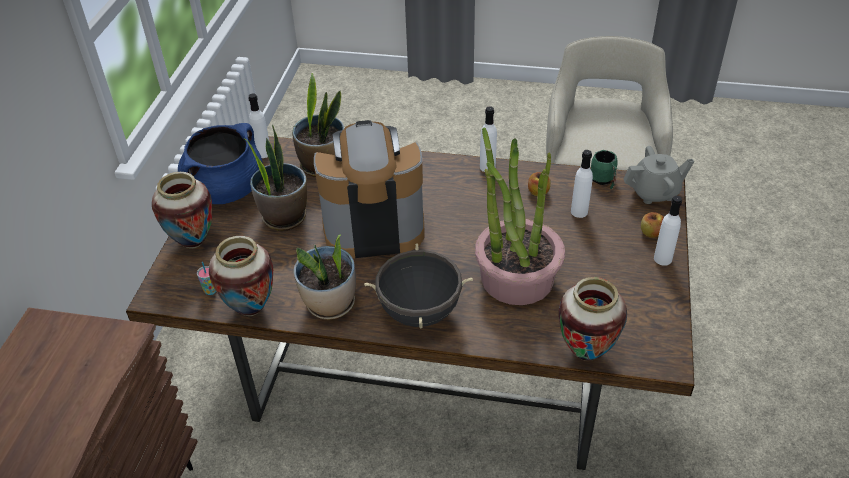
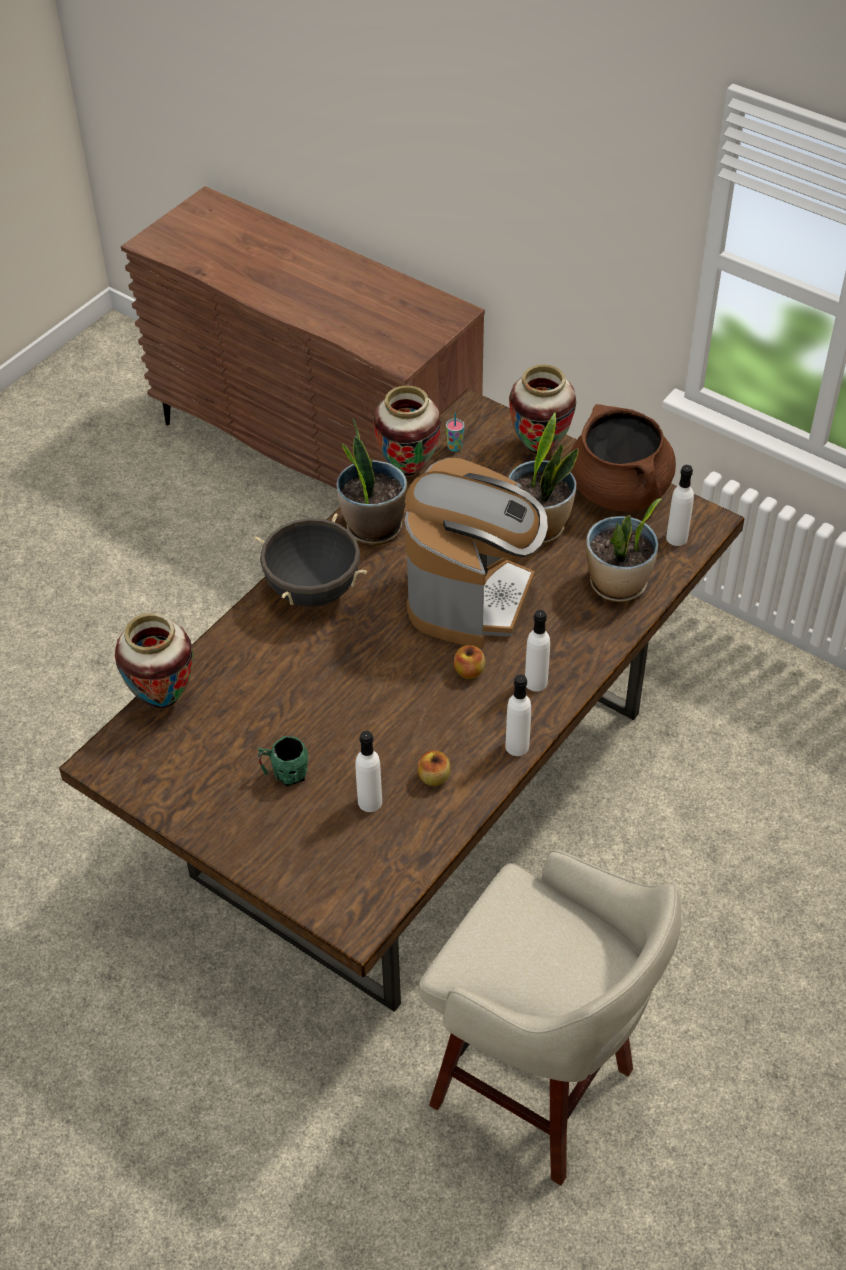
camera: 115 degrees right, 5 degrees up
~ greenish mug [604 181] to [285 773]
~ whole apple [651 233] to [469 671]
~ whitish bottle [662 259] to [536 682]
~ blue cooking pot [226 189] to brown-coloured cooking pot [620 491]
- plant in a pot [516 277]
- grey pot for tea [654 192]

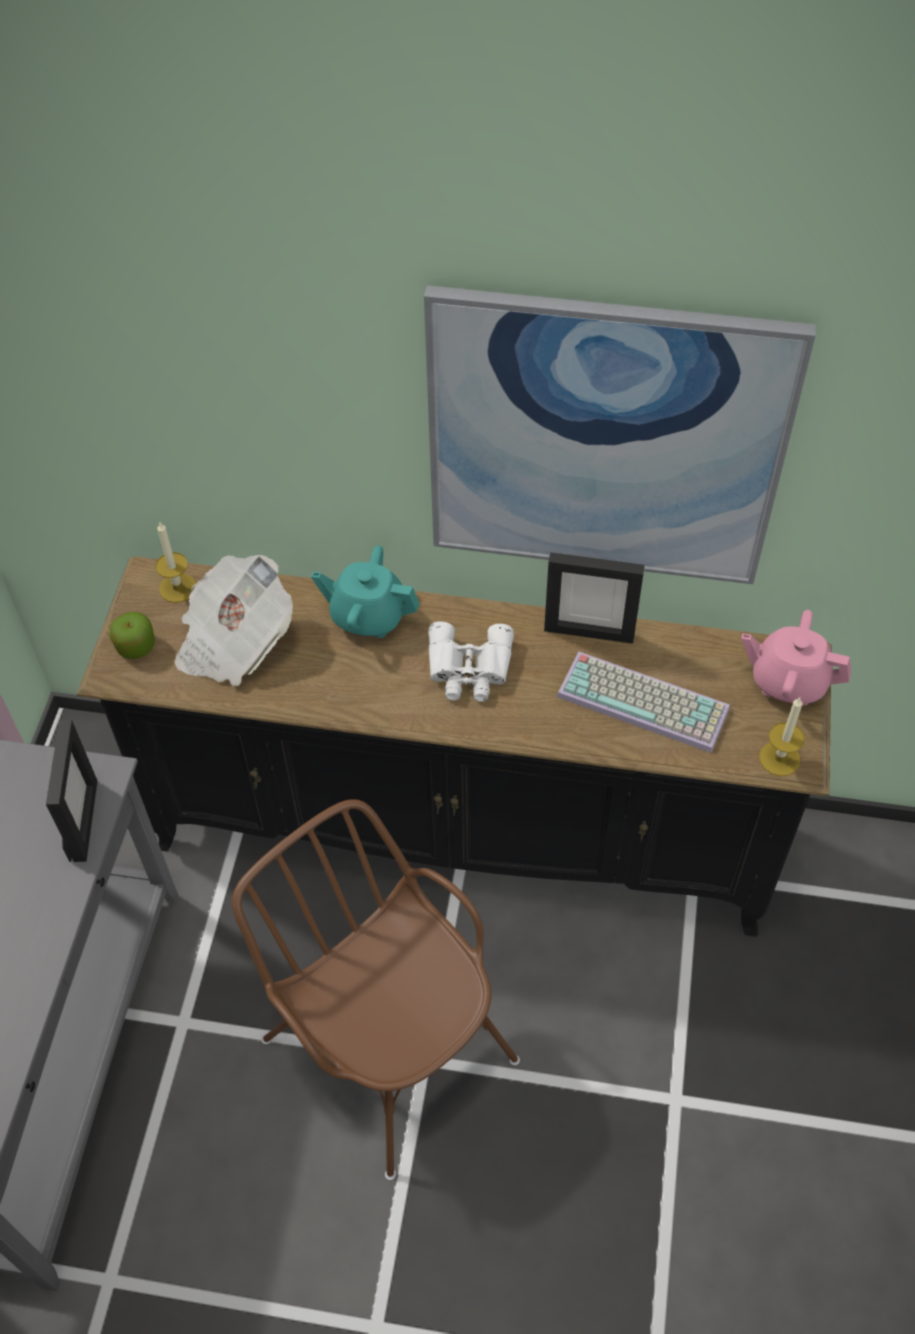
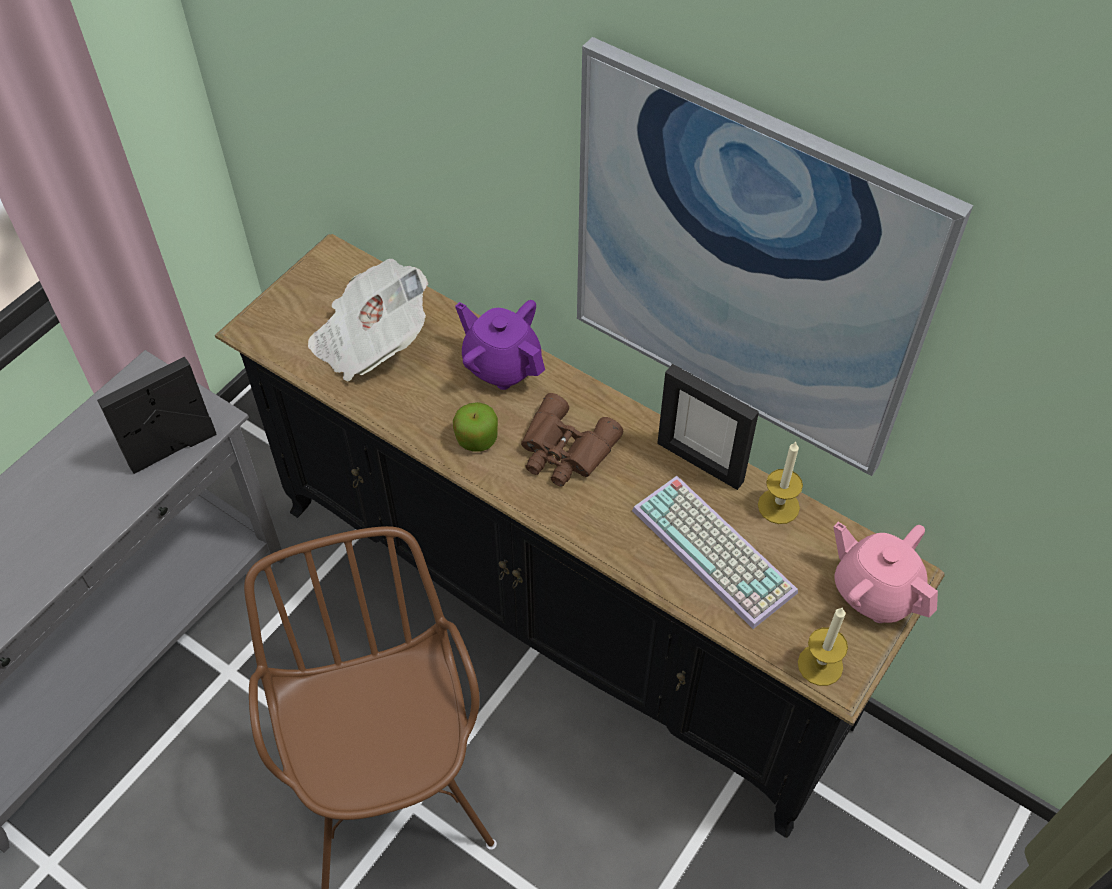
camera: 25 degrees right, 0 degrees up
~ photo frame [83 820] = [173 450] 150 degrees counterclockwise
~ whole apple [136 646] to [476 438]
~ blue-green pot for tea [368 616] to purple-coloured pot for tea [501 365]
~ whitish binoculars [469 669] to brown-coloured binoculars [565 451]
~ wax candle [177 588] to [778 506]

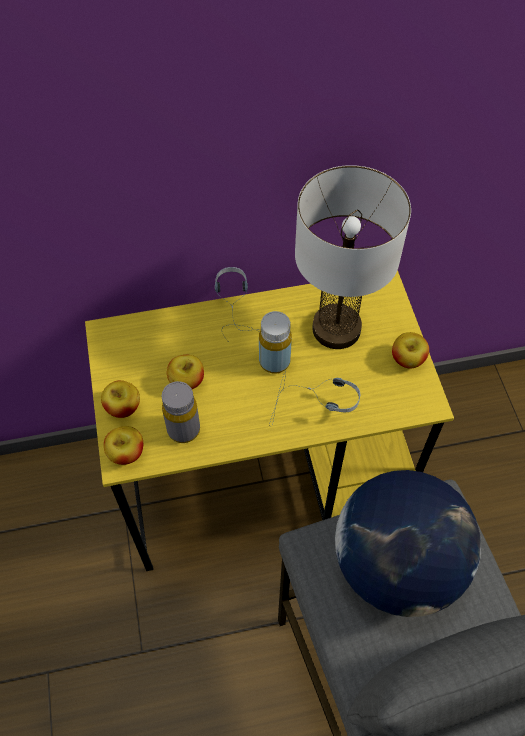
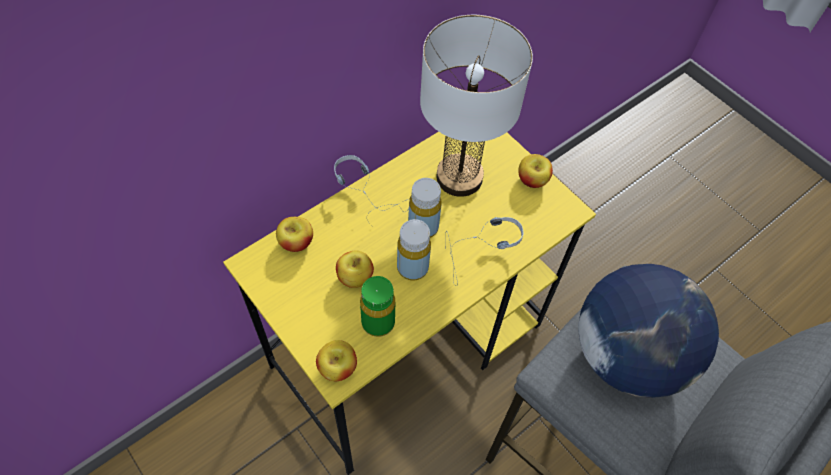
camera: 30 degrees left, 0 degrees up
~ whole apple [123 407] to [296 242]
~ grey bottle [183 429] to greenish bottle [378 322]
+ yellow bottle [412 267]

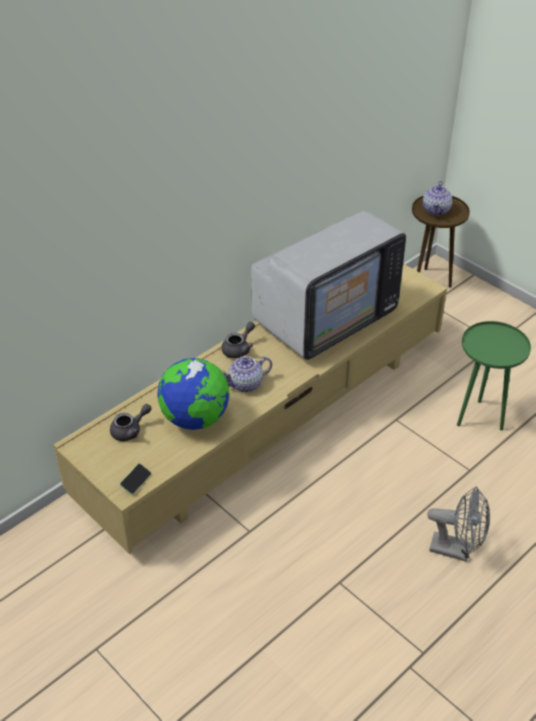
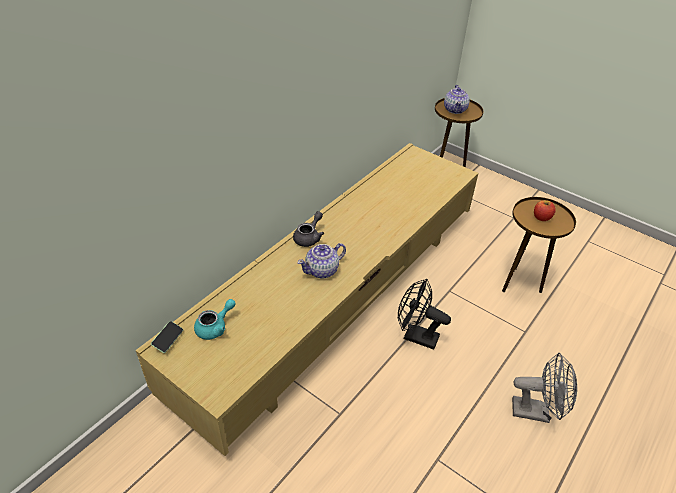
camera: 10 degrees left, 0 degrees up
~ telephone [136 482] to [168 340]
~ grey pot for tea [130 430] to blue-green pot for tea [215 327]
+ black fan [415 336]
~ greenish side table [479 418] to brown-coloured side table [519 283]
+ whole apple [541 217]
- globe [195 419]
- television [325 319]

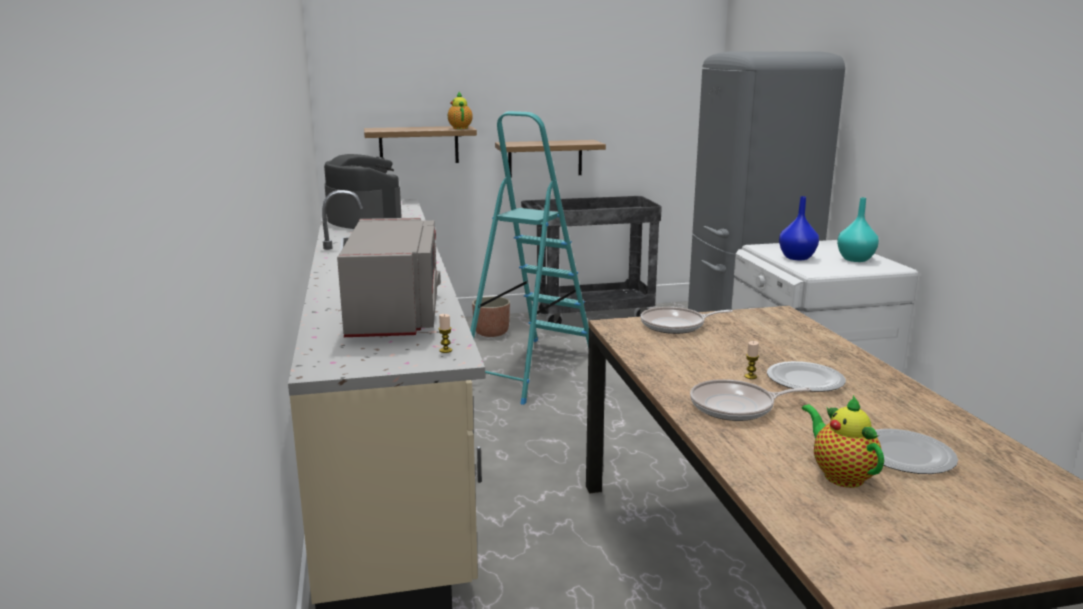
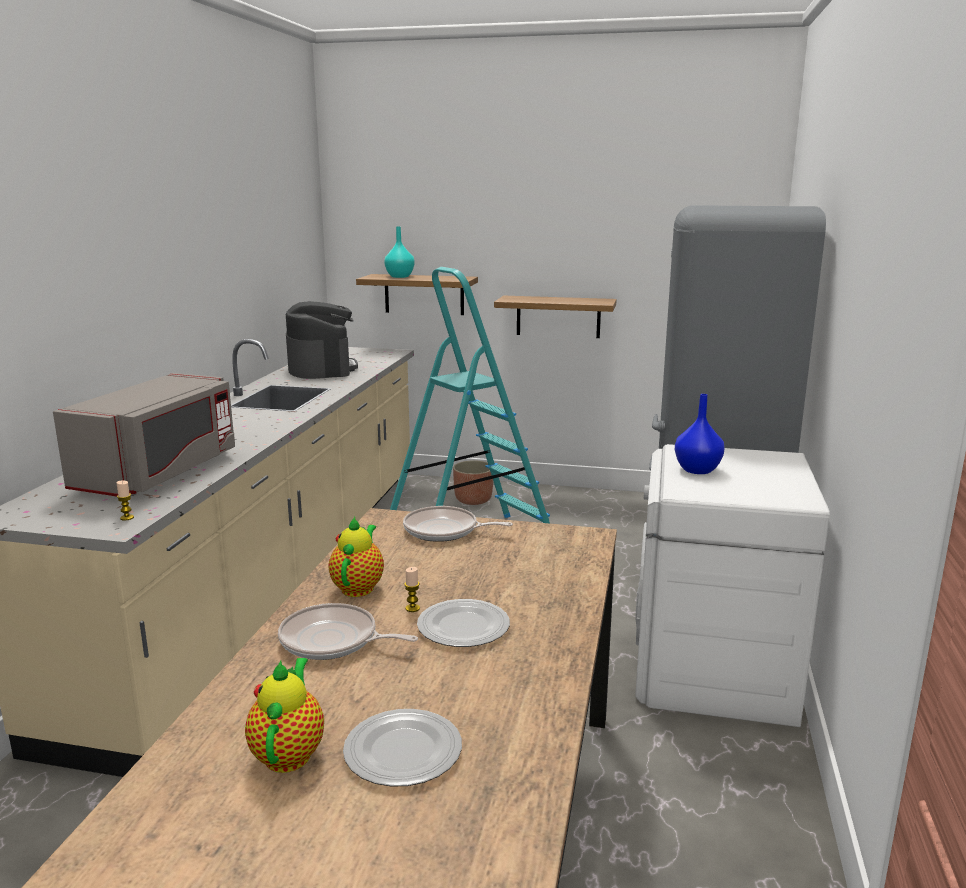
camera: 25 degrees right, 0 degrees up
~ pot for tea [460 128] to [359 587]
~ blue-green decorative vase [856 259] to [400 276]
- grey wheeled cart [588 319]

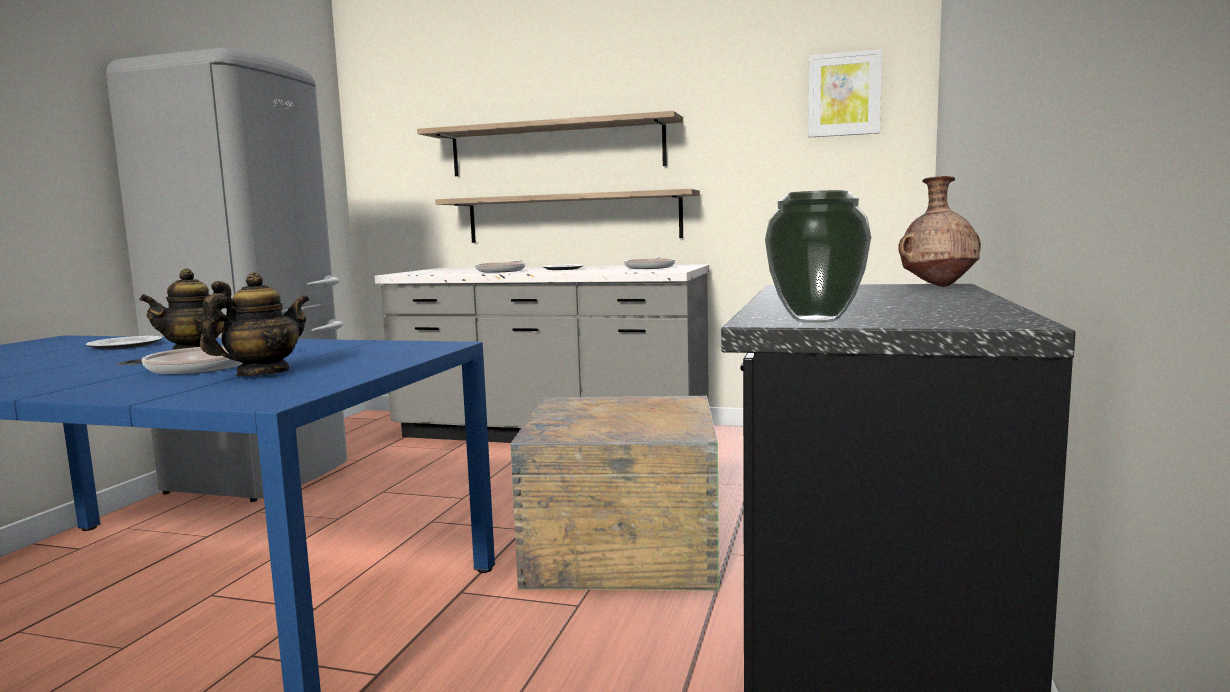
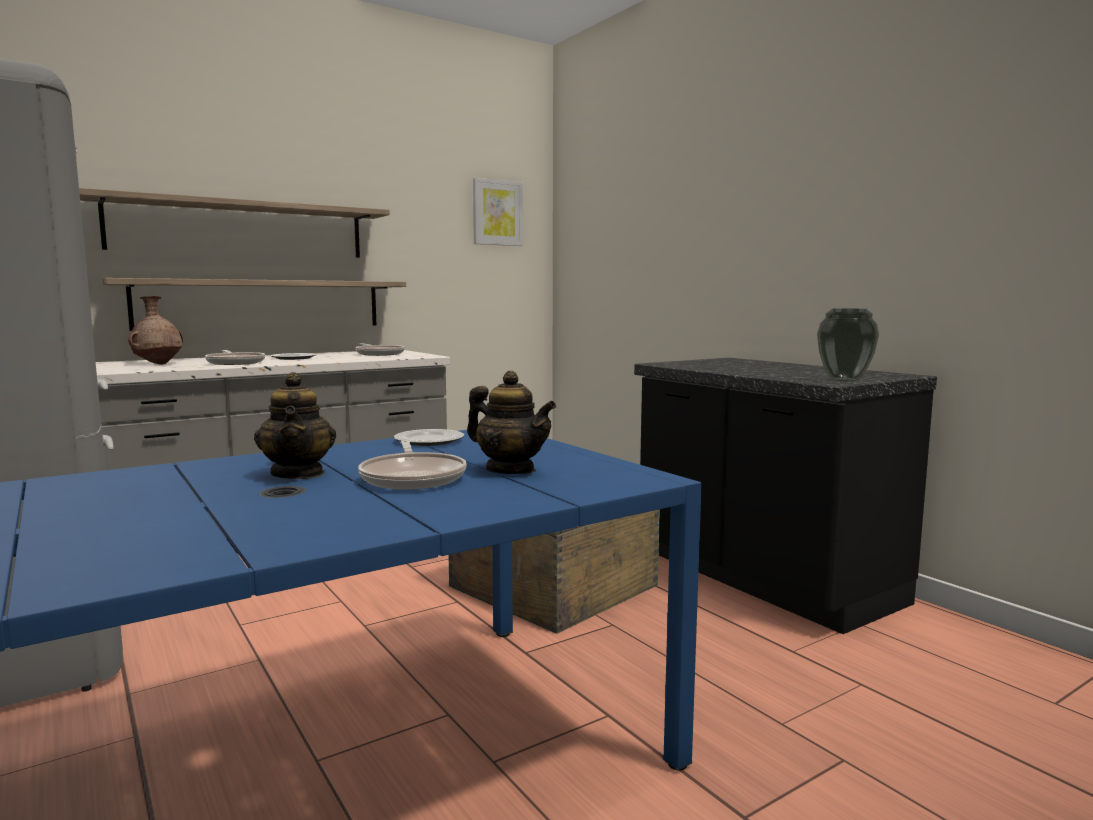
camera: 50 degrees left, 0 degrees up
~ brown-coloured decorative vase [939 286] to [158 364]
~ flat dish [124 346] to [429 441]
~ pot for tea [262 374] = [510 470] 135 degrees clockwise

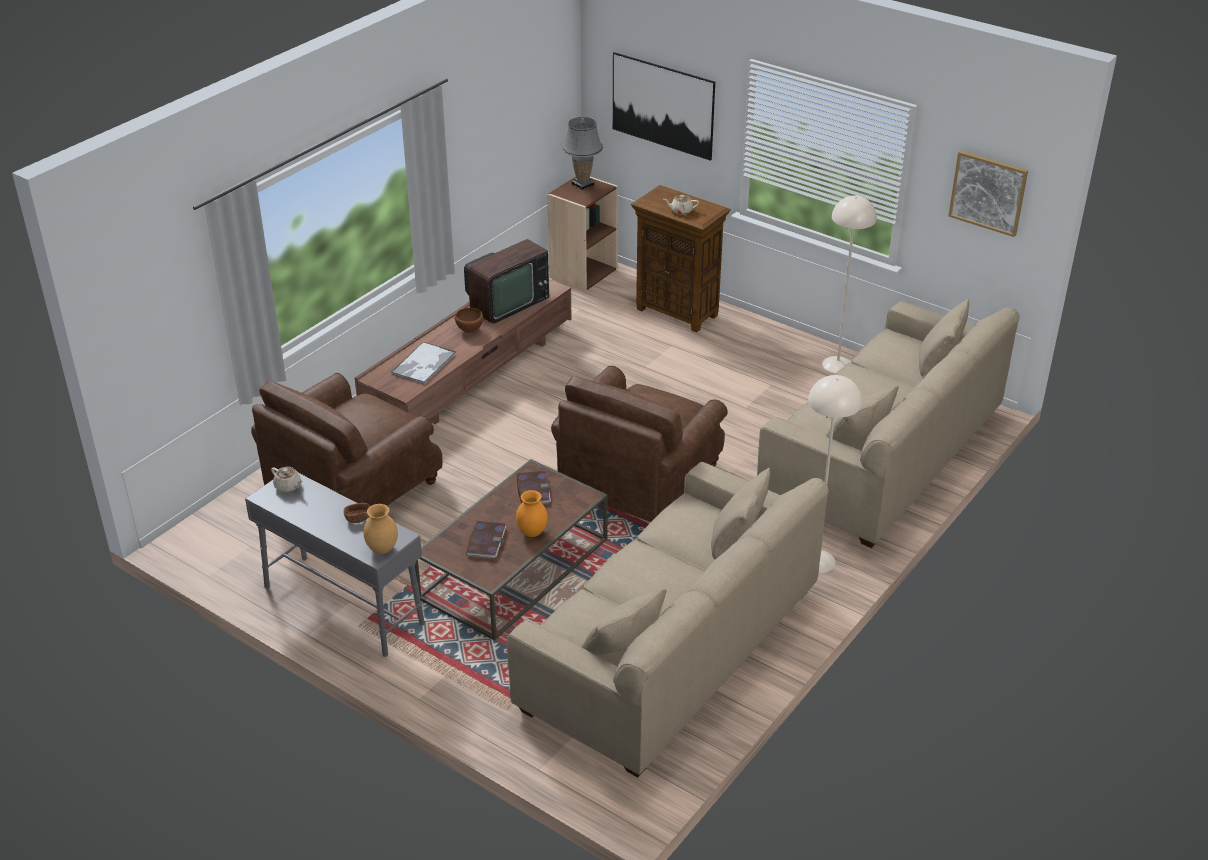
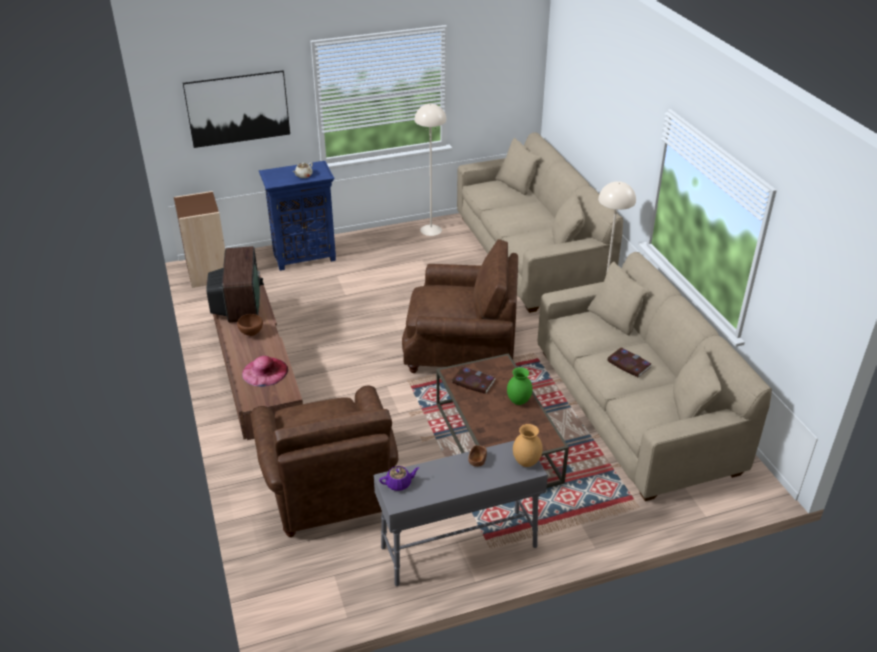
camera: 55 degrees left, 0 degrees up
~ carrying tray [423 364] to pink hat [265 371]
~ brown-coloured storage cabinet [678 312] to blue storage cabinet [305 257]
~ sand-coloured pot for tea [288 486] to purple-coloured pot for tea [399 484]
~ brown-coloured easy chair [639 480] = [460 349] 60 degrees counterclockwise
~ orange-coloured decorative vase [532 532] to greenish decorative vase [518 401]
~ bound book [486 542] to [628 364]
- grey lamp for a table [583 184]
- wall art [988 192]

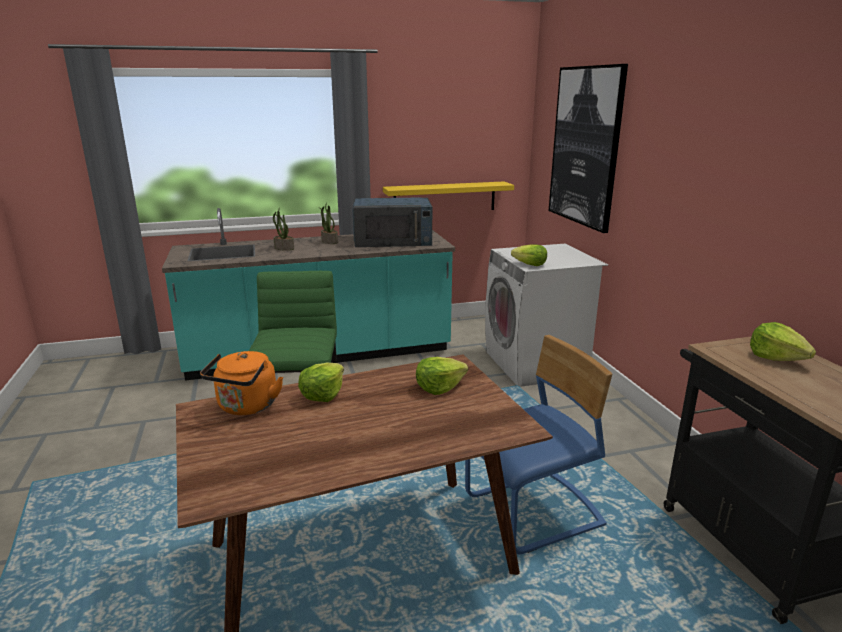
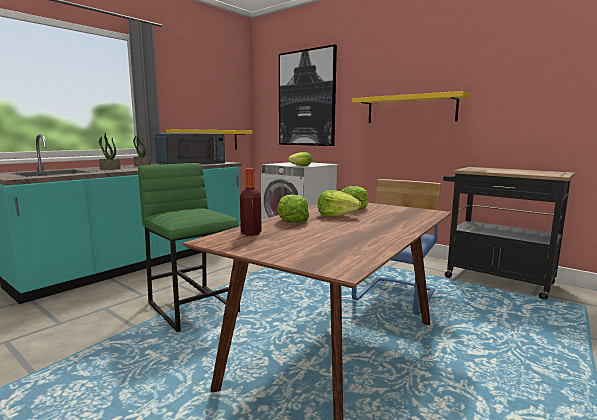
camera: 35 degrees left, 10 degrees down
~ orange-coloured water kettle [246 407] to bottle [251 233]
~ lettuce head [776 357] to [336 215]
+ yellow bracket shelf [410 109]

